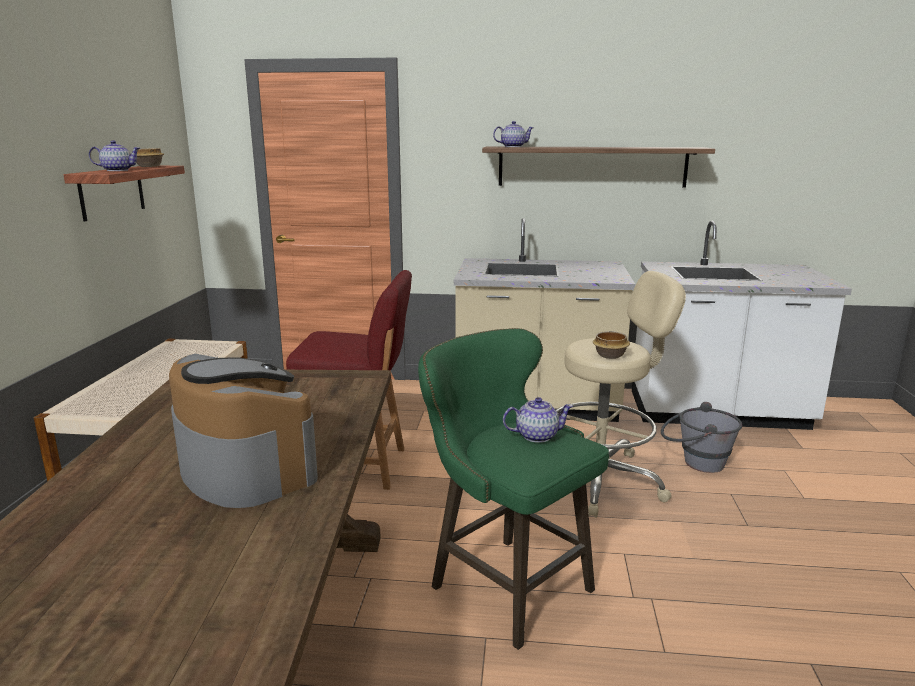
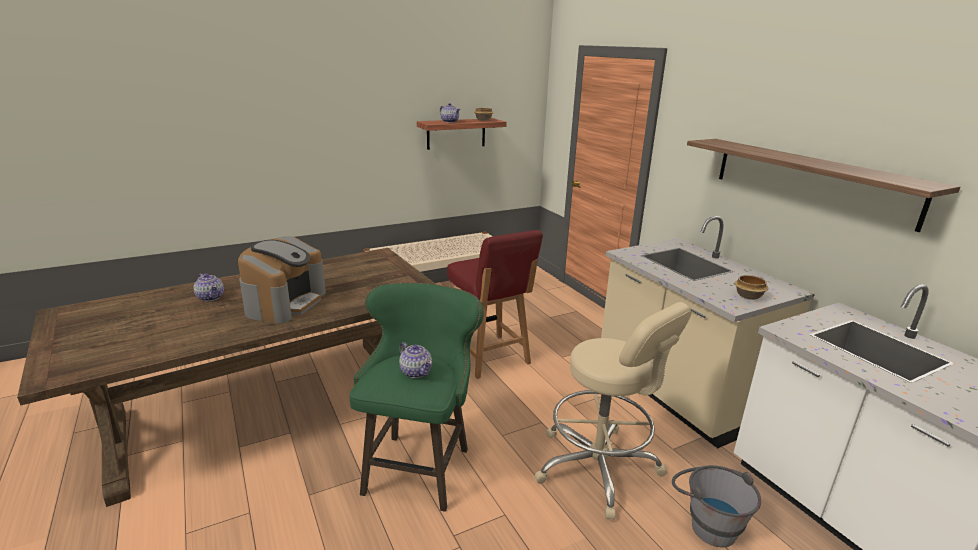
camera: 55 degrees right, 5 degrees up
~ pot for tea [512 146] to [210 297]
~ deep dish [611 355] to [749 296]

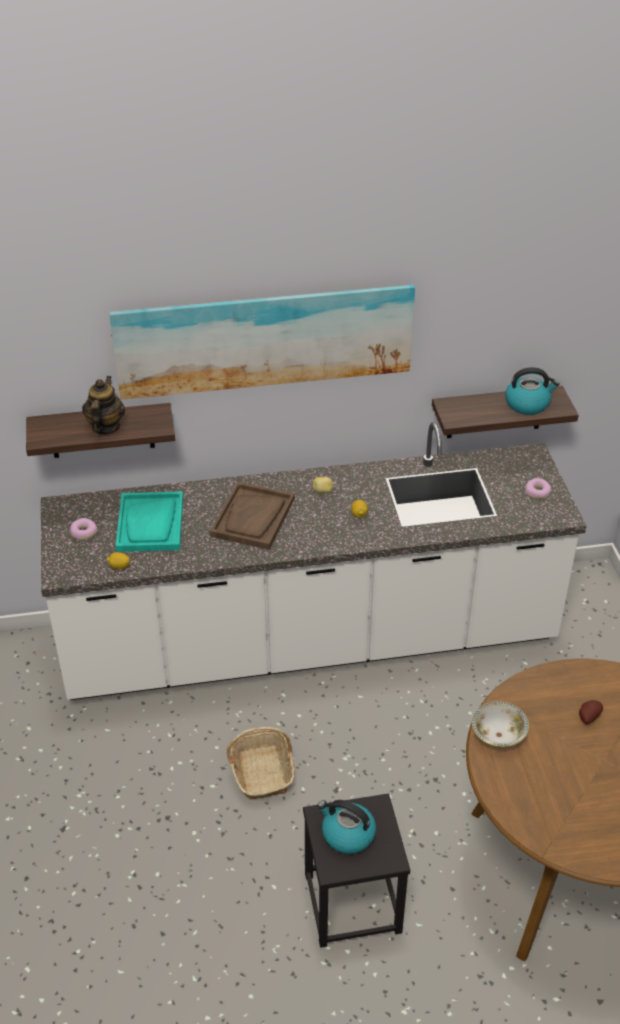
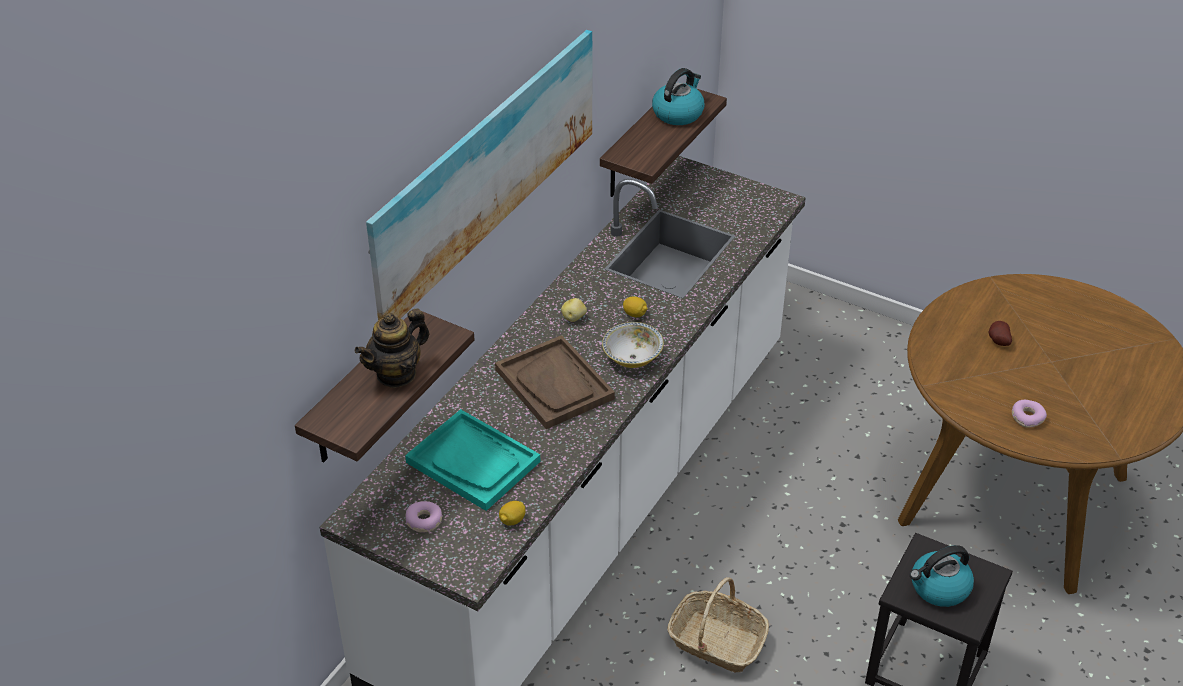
camera: 50 degrees left, 0 degrees up
~ pot for tea [105 427] = [396 374] 90 degrees counterclockwise
~ deep dish [498 735] to [632 358]
~ doughnut [537 492] to [1027 417]

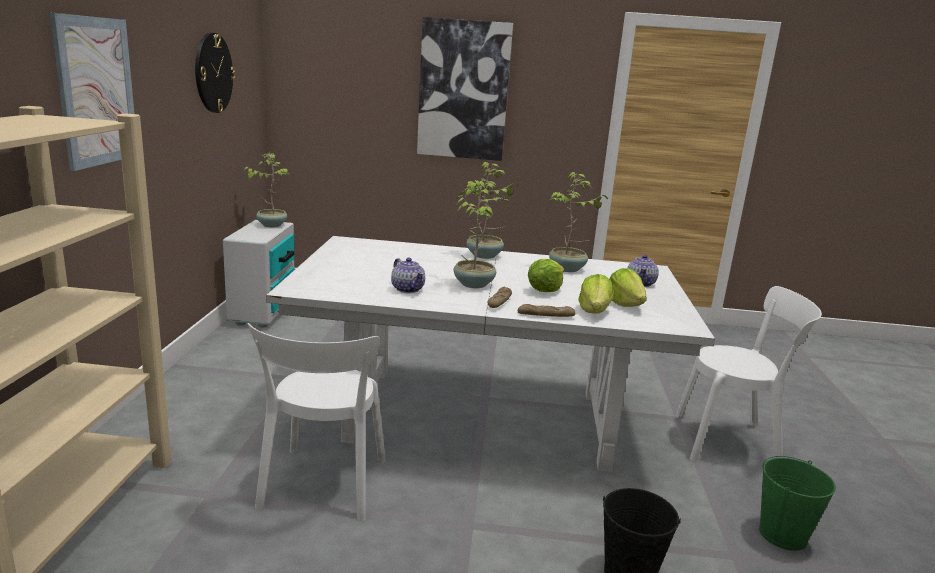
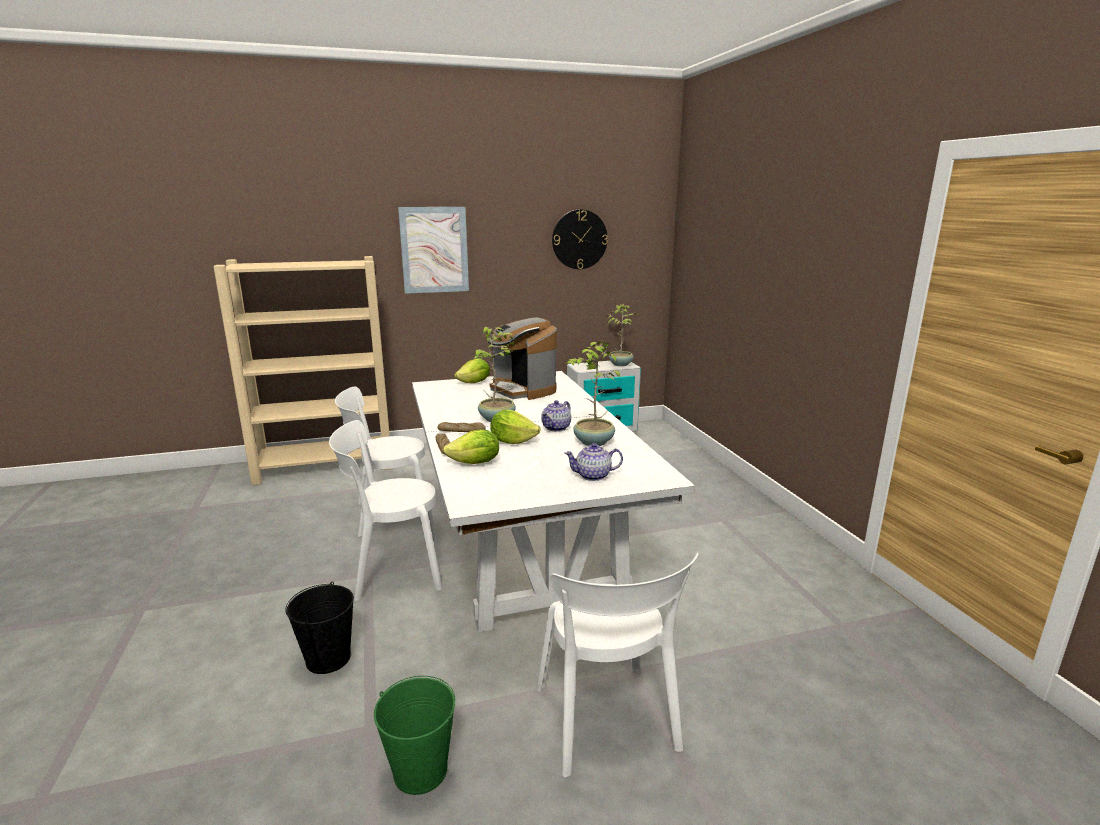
camera: 70 degrees right, 0 degrees up
+ whitish plain chair [393 571]
~ lettuce head [625 304] to [474 383]
+ coffee brewer [522 390]
~ pot for tea [407 289] to [556 428]
- wall art [463 90]
- plant in a pot [485 256]

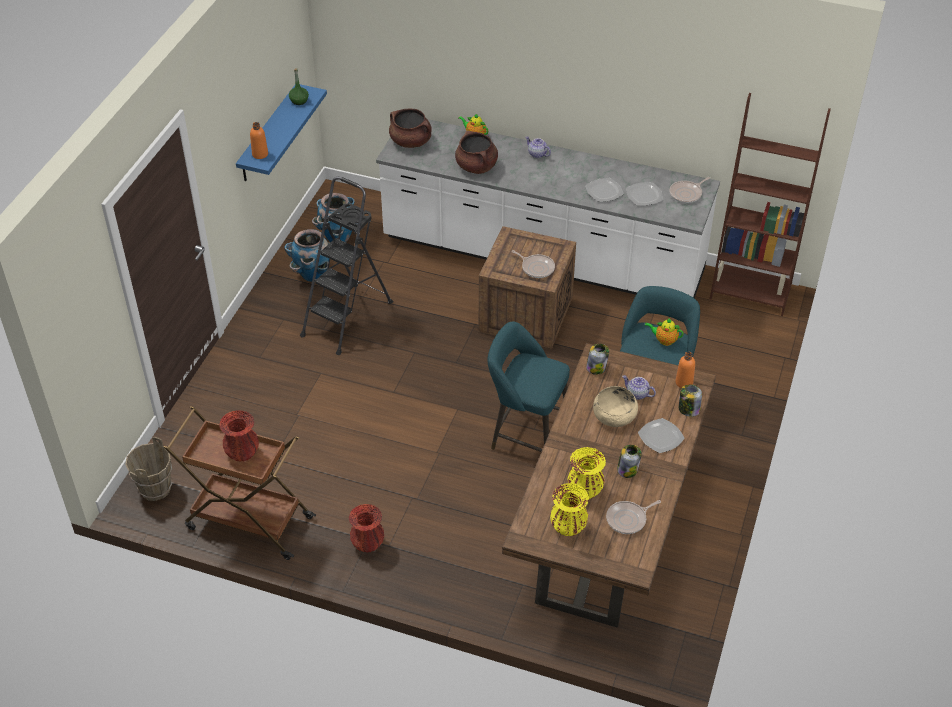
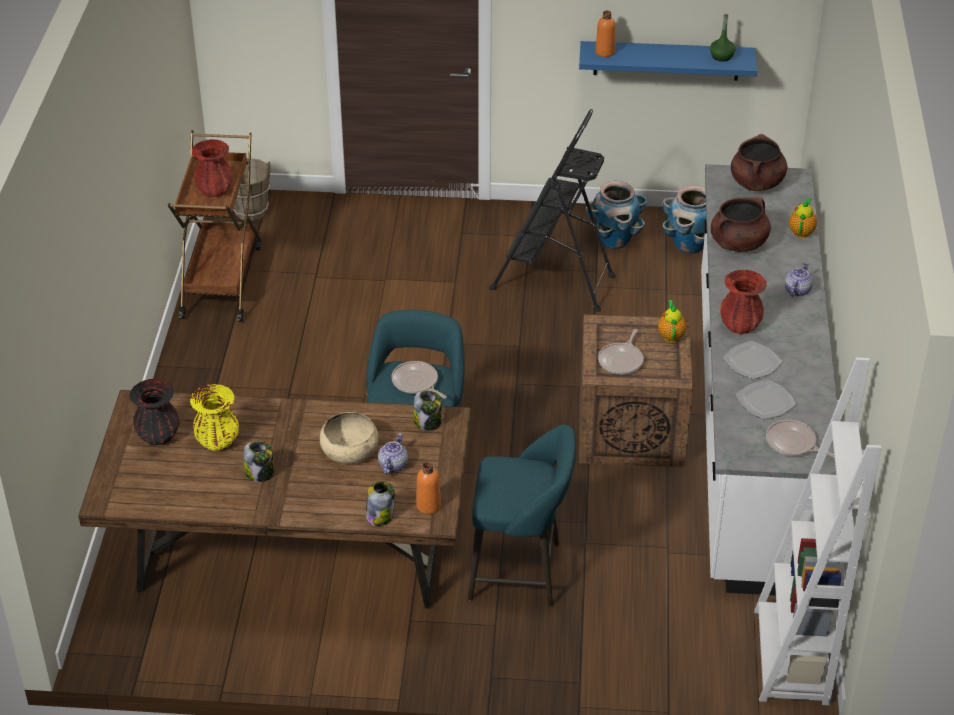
camera: 75 degrees right, 5 degrees down
~ yellow decorative vase [568 527] to black decorative vase [158 436]
~ skillet [628 519] to [416 383]
~ pot for tea [664 340] to [671 335]
~ red decorative vase [367 543] to [740 325]
~ brown-coloured bookcase [750 293] to whitish bookcase [792 657]
- flat dish [660 437]

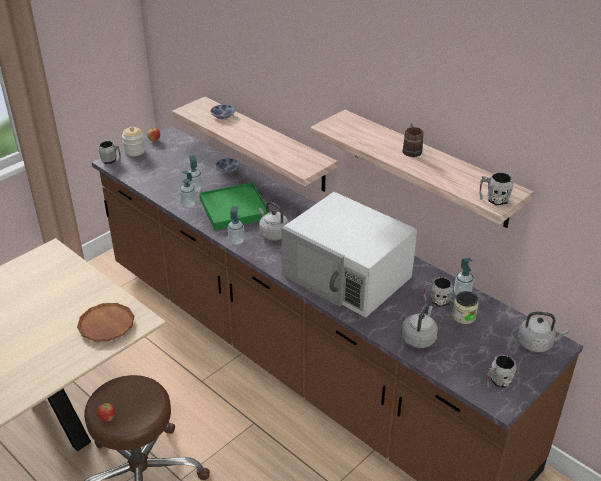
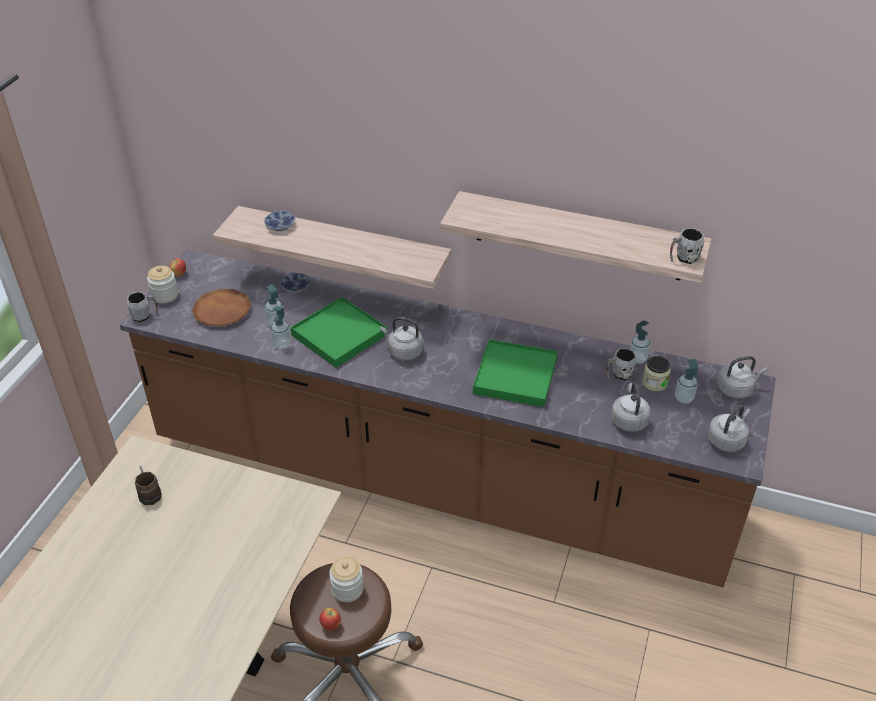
camera: 25 degrees left, 5 degrees up
~ brown-coloured mug [411 149] to [149 492]
~ brown-coloured flat dish [106 325] to [222 311]
+ jar [347 589]
~ whitish microwave oven [348 276] to greenish carrying tray [515 376]
~ soap dispenser [236 241] to [684 398]
~ grey mug [497 382] to grey water kettle [727 440]

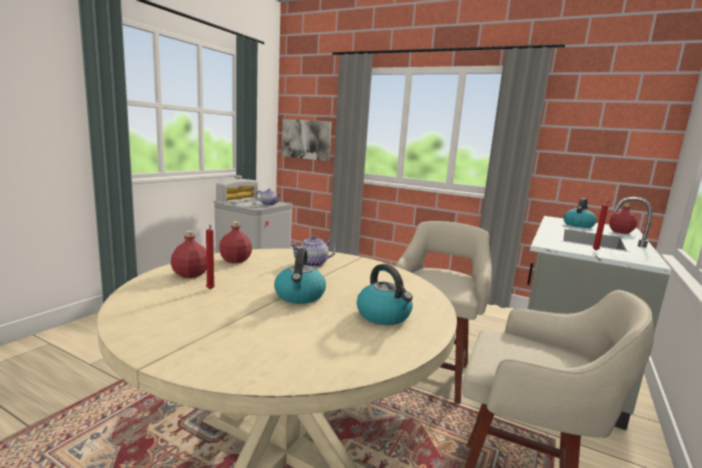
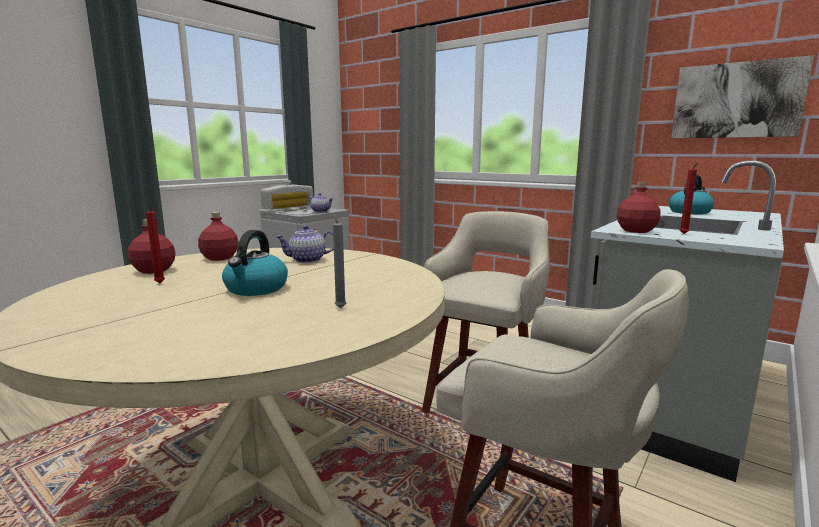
camera: 10 degrees right, 0 degrees up
~ water kettle [384 316] to grey wax candle [340 307]
~ red bottle [620 232] to [636 231]
~ wall art [306 139] to [736 100]

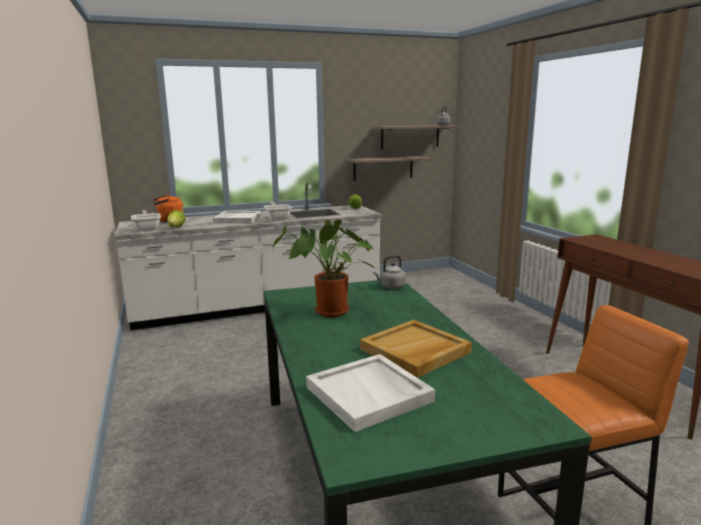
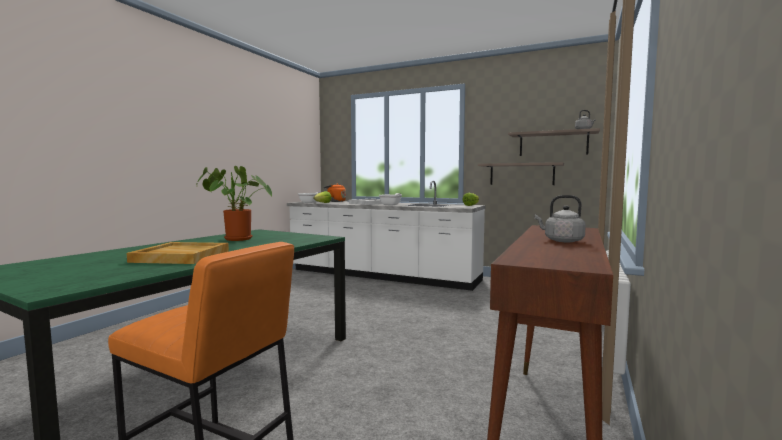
camera: 45 degrees right, 10 degrees down
~ grey water kettle [391 287] to [561 241]
- whitish carrying tray [370 394]

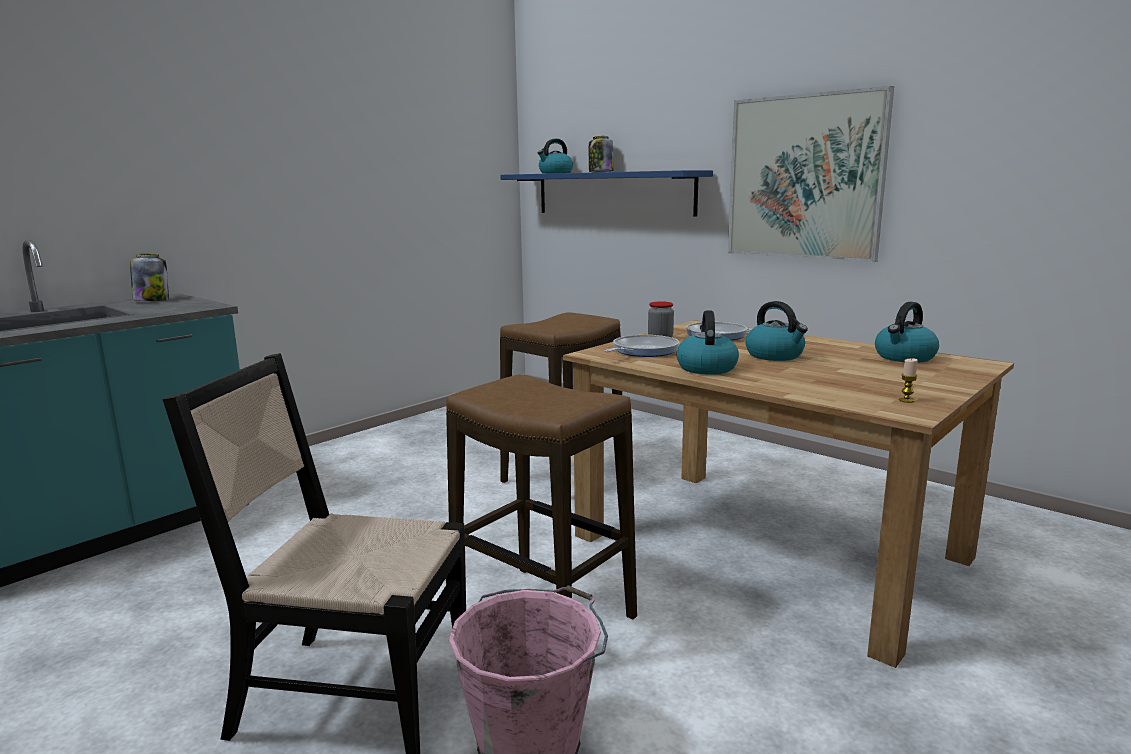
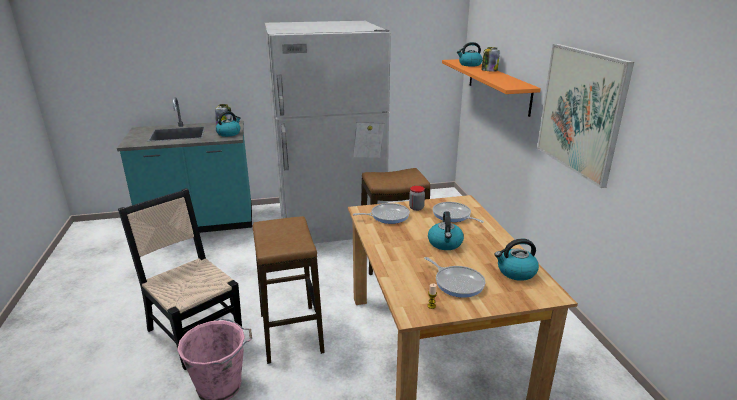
camera: 35 degrees right, 10 degrees up
~ water kettle [706 368] to [229 133]
+ whitish fridge [330 219]
+ skillet [457 283]
~ blue bracket shelf [613 193] to orange-coloured bracket shelf [498 85]

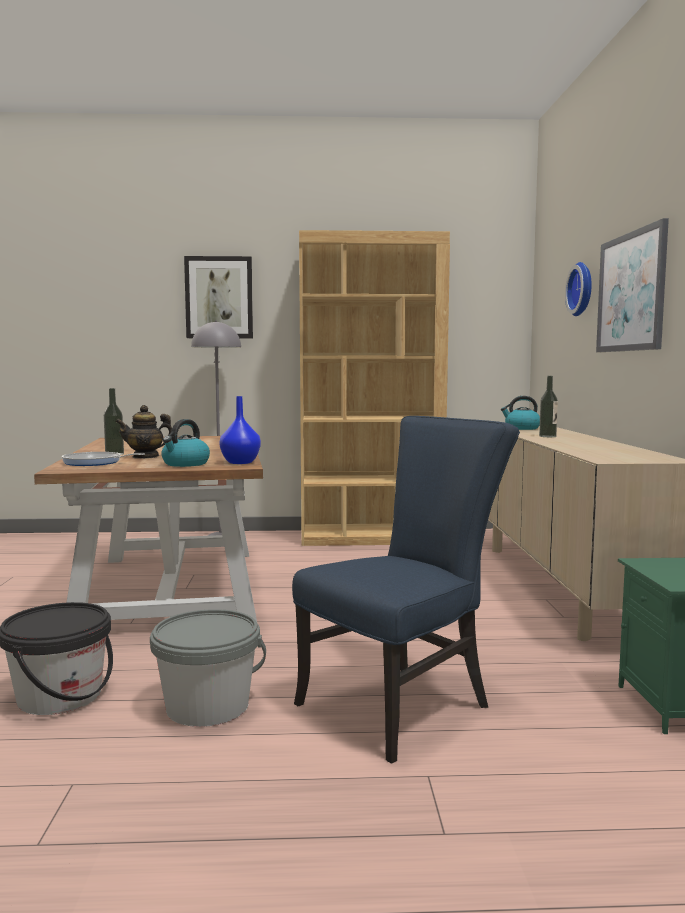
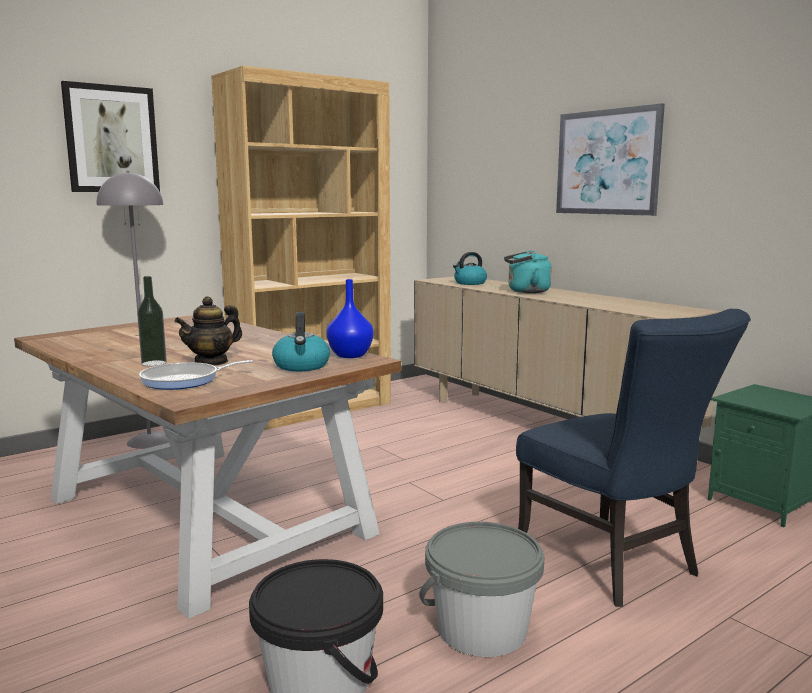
camera: 35 degrees left, 5 degrees up
~ bottle [547 436] to blue-green water kettle [526 291]
~ blue plain chair [403 703] = [615 563] 135 degrees clockwise
- hanging clock [583 289]

